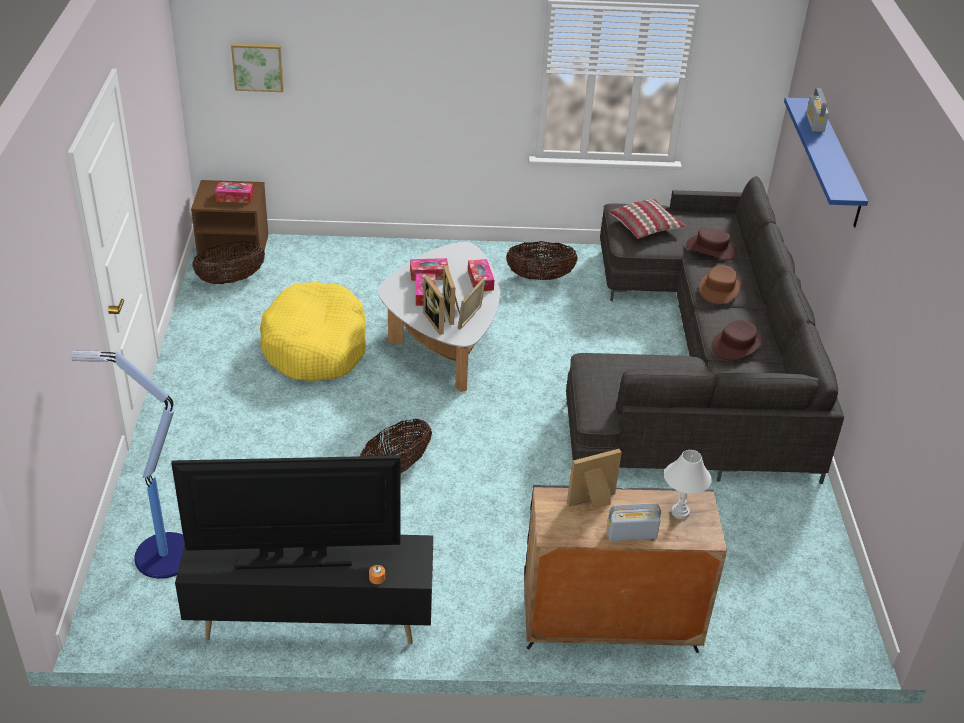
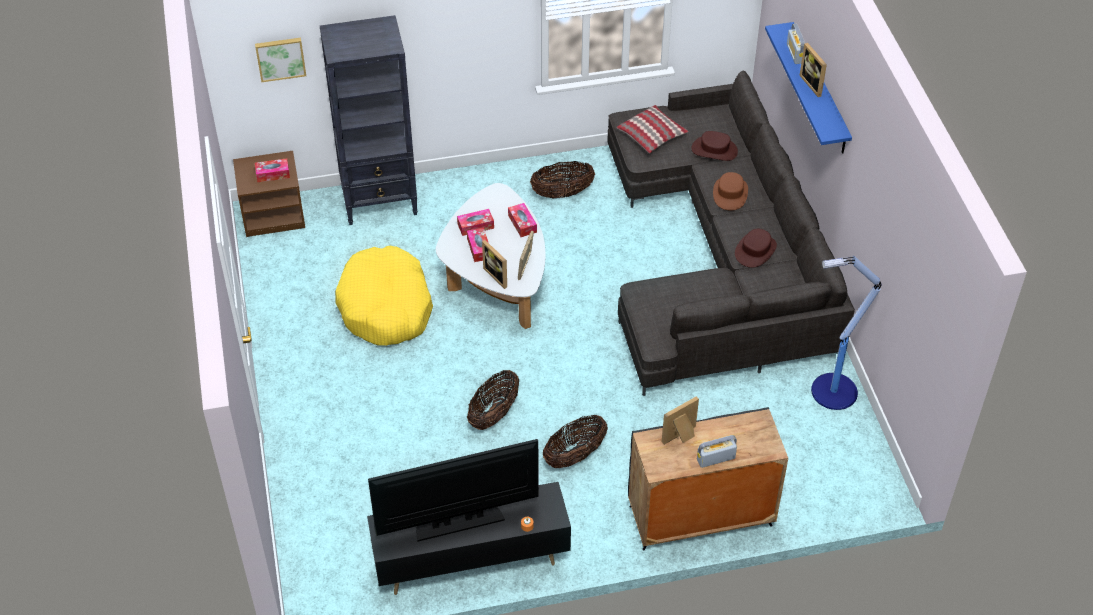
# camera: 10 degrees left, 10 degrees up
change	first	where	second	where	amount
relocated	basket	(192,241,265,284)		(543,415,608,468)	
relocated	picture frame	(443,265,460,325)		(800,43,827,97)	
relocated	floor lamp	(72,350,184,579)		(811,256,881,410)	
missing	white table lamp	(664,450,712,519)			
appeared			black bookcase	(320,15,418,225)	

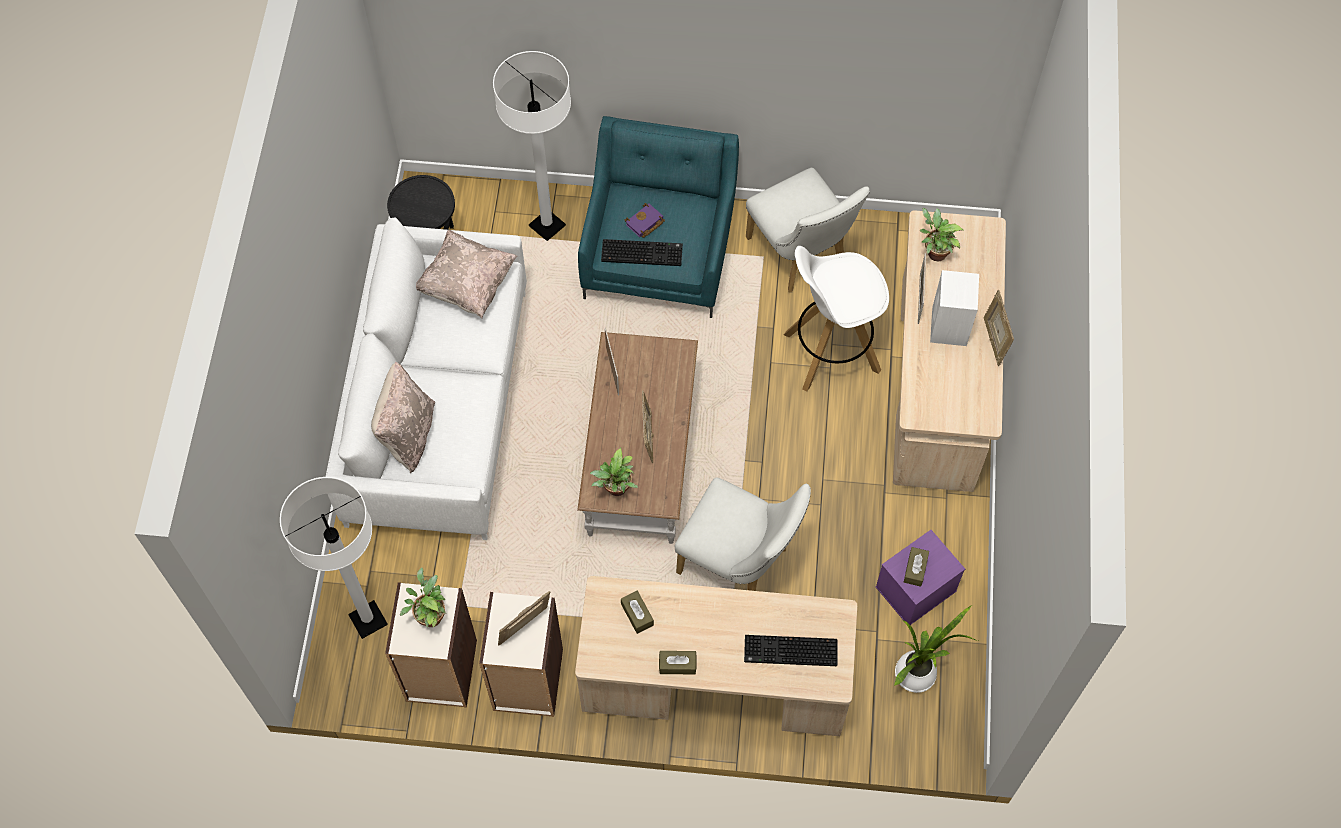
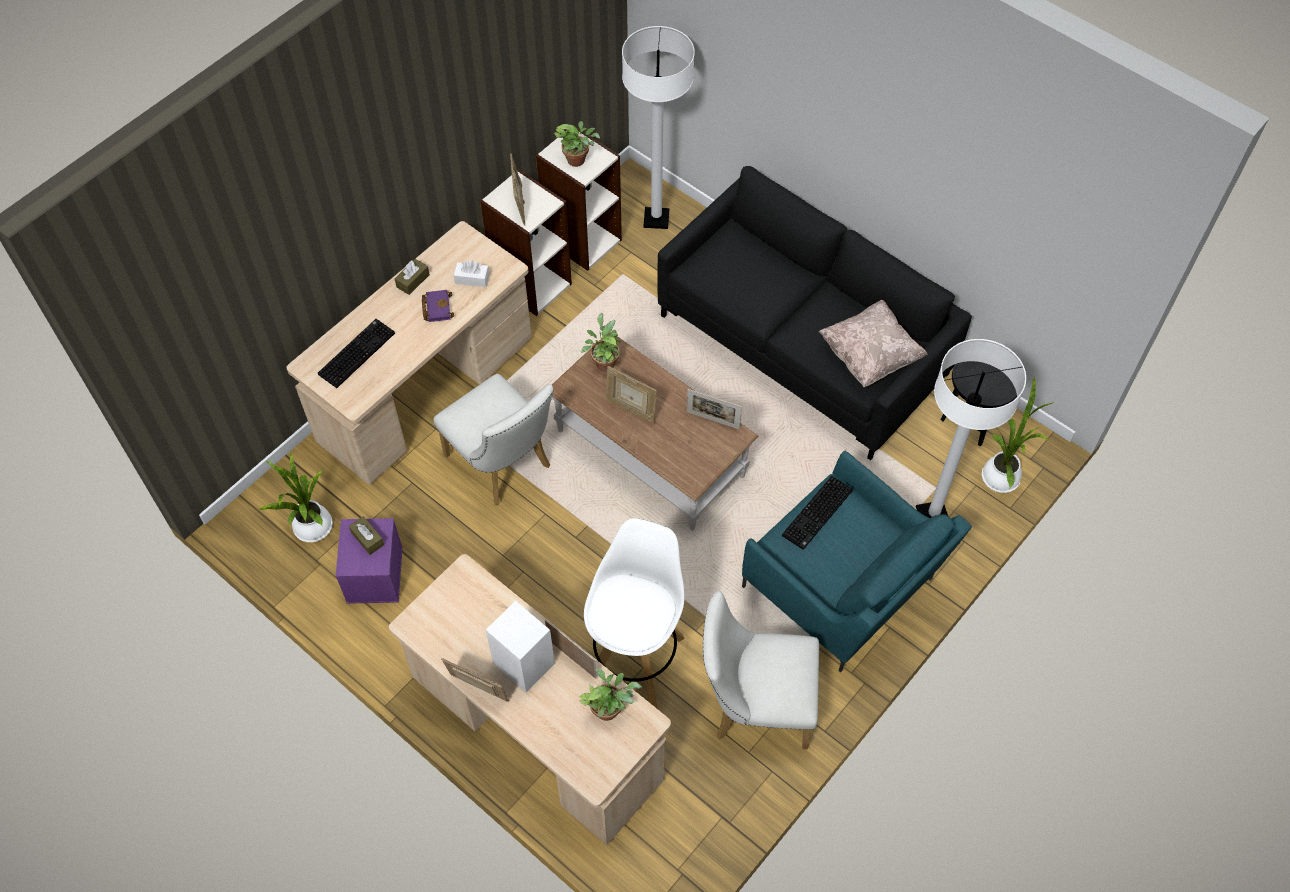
# camera: 125 degrees right, 5 degrees down
change	first	where	second	where	amount
relocated	purple book	(624,203,665,238)		(422,290,454,322)	
colour	white sofa	(326,217,527,540)	black sofa	(657,166,972,460)	
missing	beige pillow	(371,362,435,473)			
spun	white chair	(675,477,811,591)		(434,374,554,505)	105 degrees counterclockwise
colour	brown tissue box	(621,591,654,634)	white tissue box	(454,261,489,287)	
appeared			potted plant	(982,377,1054,493)	

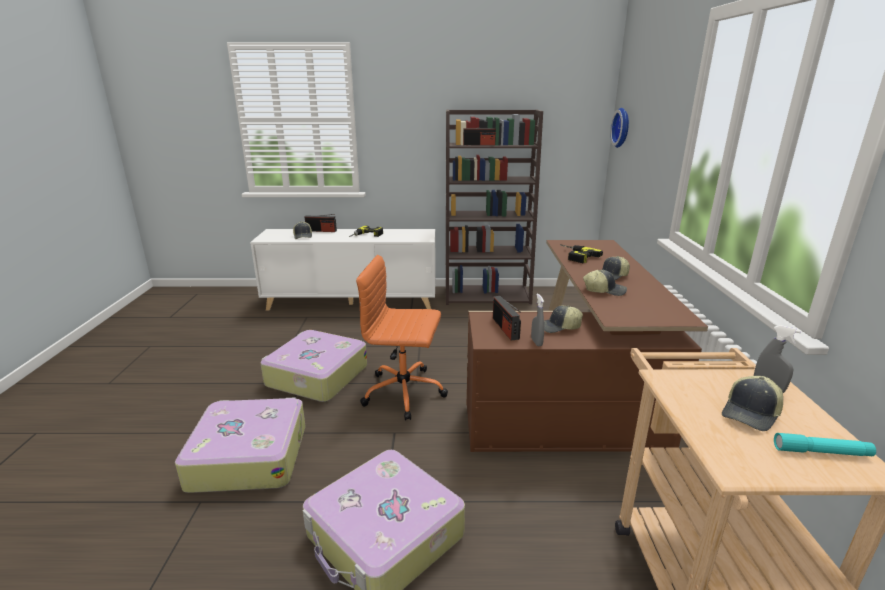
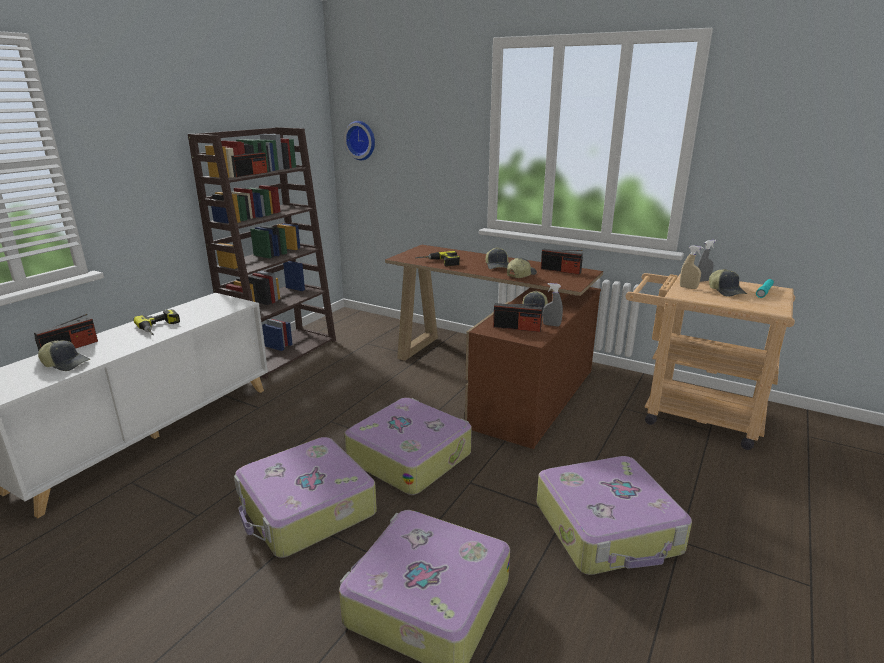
# camera: 60 degrees left, 0 degrees up
change	first	where	second	where	amount
exchanged	orange office chair	(356,255,448,421)	suitcase	(345,398,472,495)	
appeared			beige spray bottle	(680,245,703,289)	
appeared			radio	(541,249,583,274)	

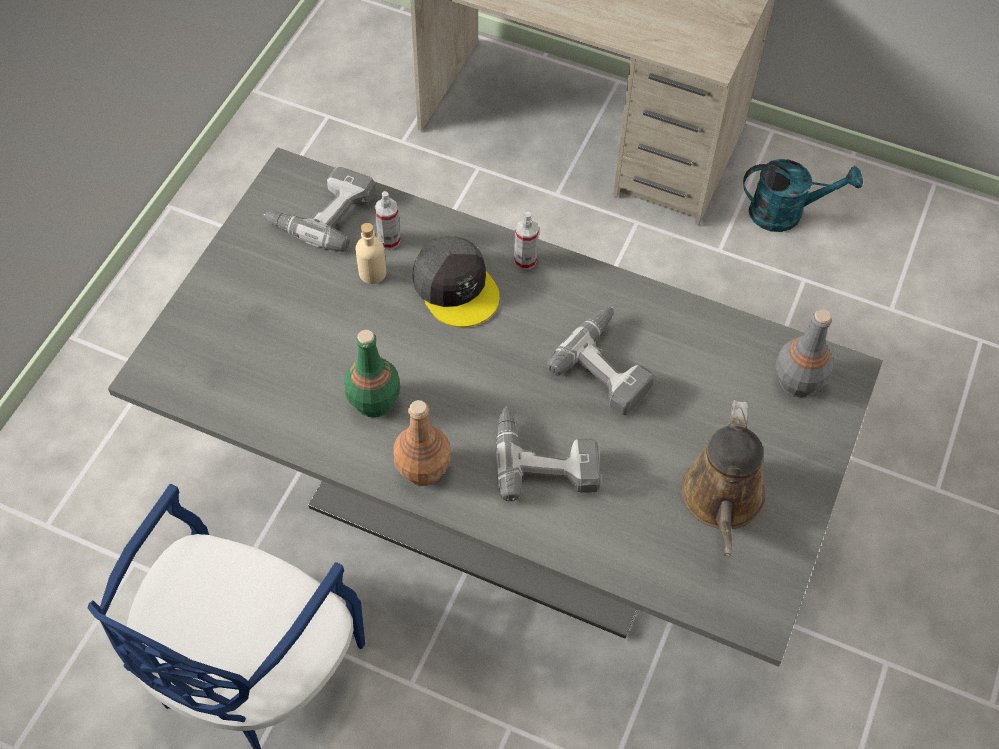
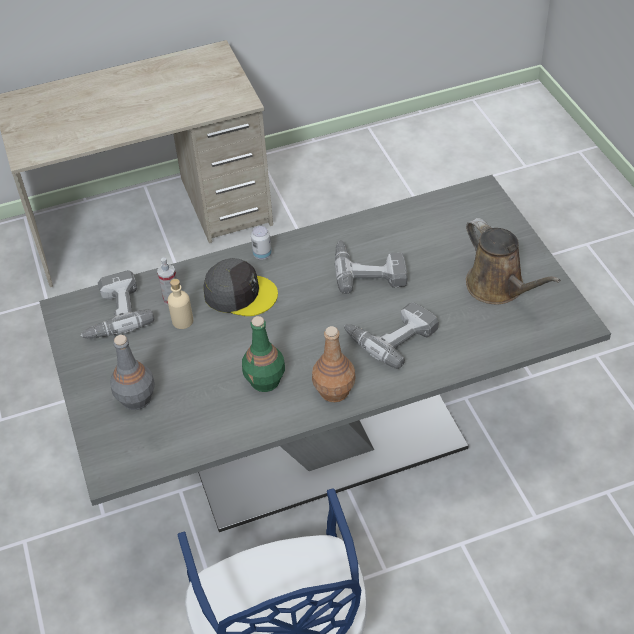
# camera: 40 degrees left, 10 degrees down
change	first	where	second	where	amount
missing	turquoise watering can	(743,159,863,232)			
exchanged	spray bottle	(514,212,539,270)	can	(251,226,272,260)	
relocated	grey bottle	(776,309,833,397)		(110,335,155,410)	

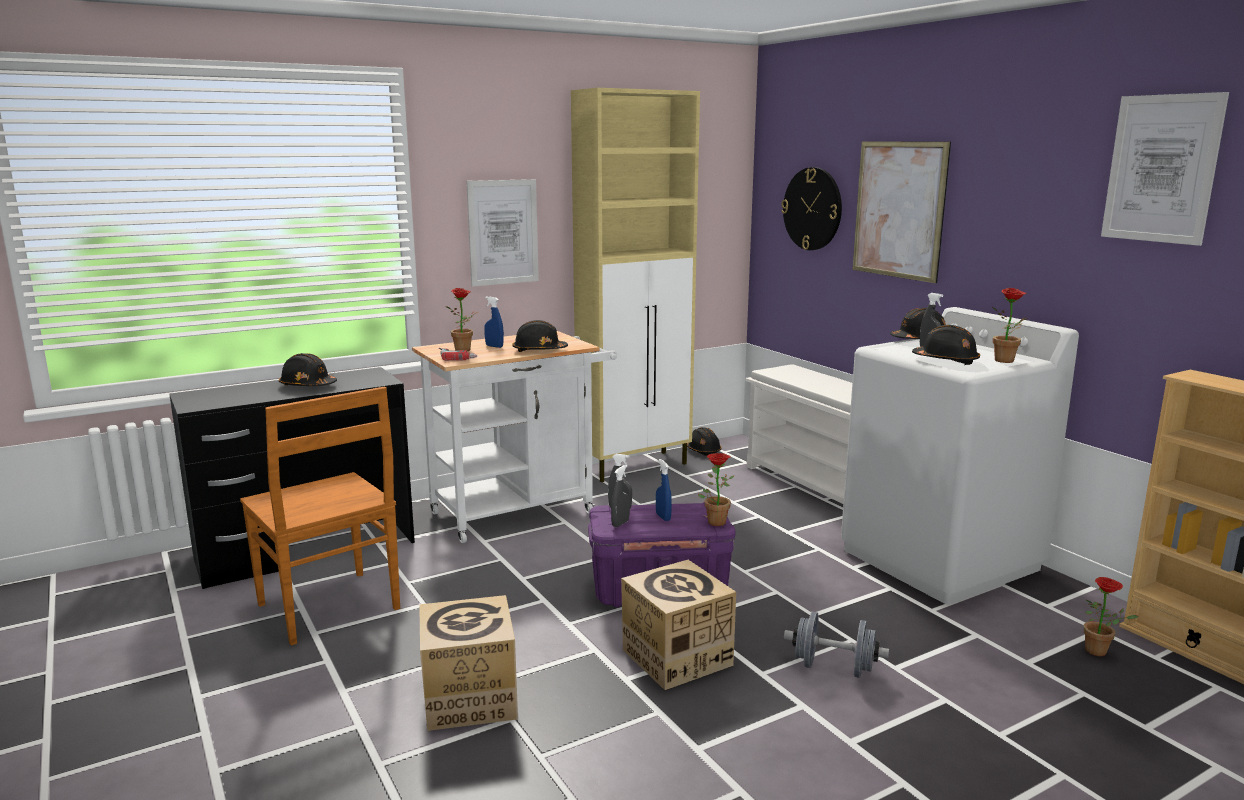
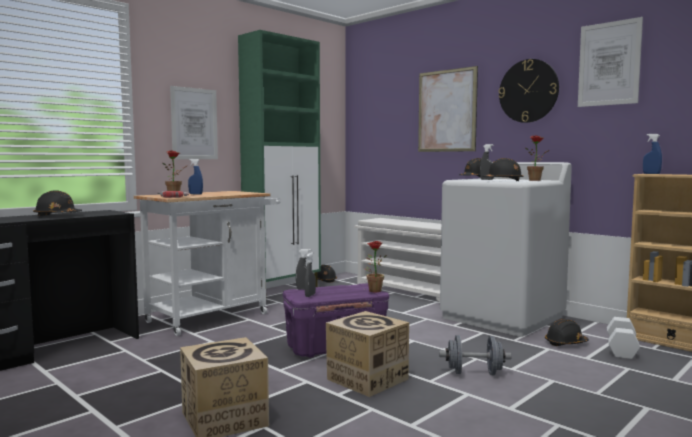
# camera: 15 degrees left, 10 degrees down
change	first	where	second	where	amount
colour	beige cabinet	(571,88,700,482)	green cabinet	(238,30,321,287)	
relocated	wall clock	(781,167,842,250)		(499,59,559,123)	
relocated	black hard hat	(512,320,568,352)		(545,319,589,346)	
missing	brown chair	(240,387,400,646)			
relocated	blue spray bottle	(656,459,672,521)		(643,134,662,174)	
exchanged	potted plant	(1084,577,1139,656)	white dumbbell	(607,317,640,359)	

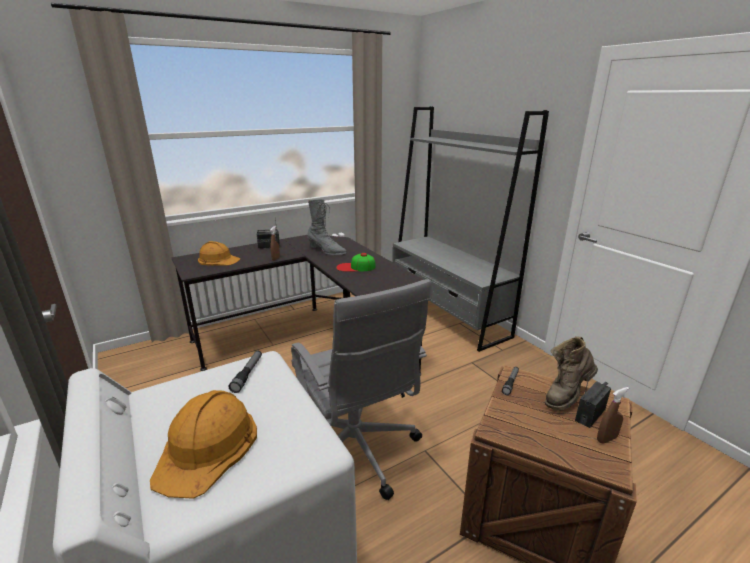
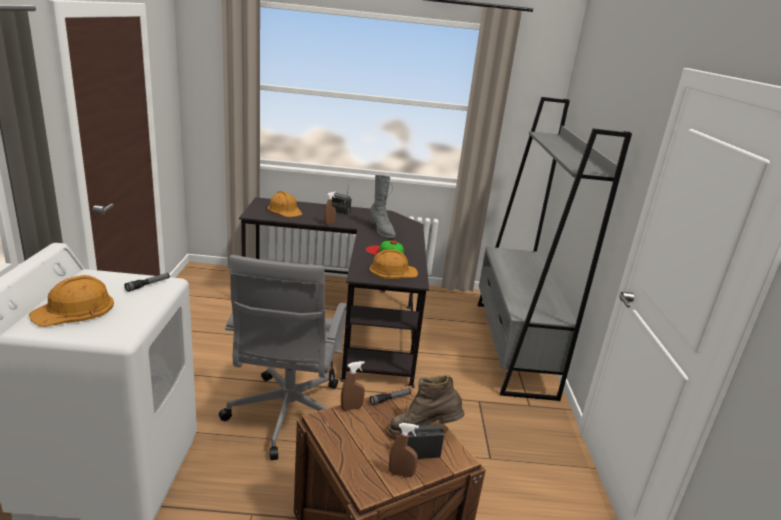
# camera: 30 degrees right, 0 degrees up
change	first	where	second	where	amount
appeared			orange hard hat	(369,250,418,279)	
appeared			brown spray bottle	(341,361,365,411)	

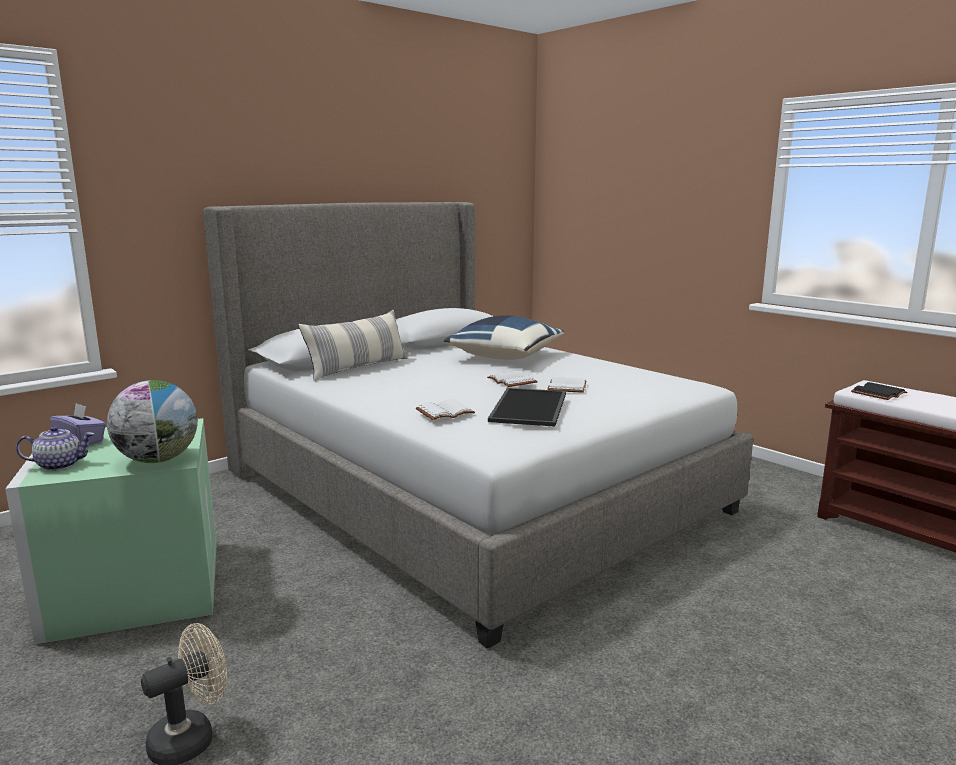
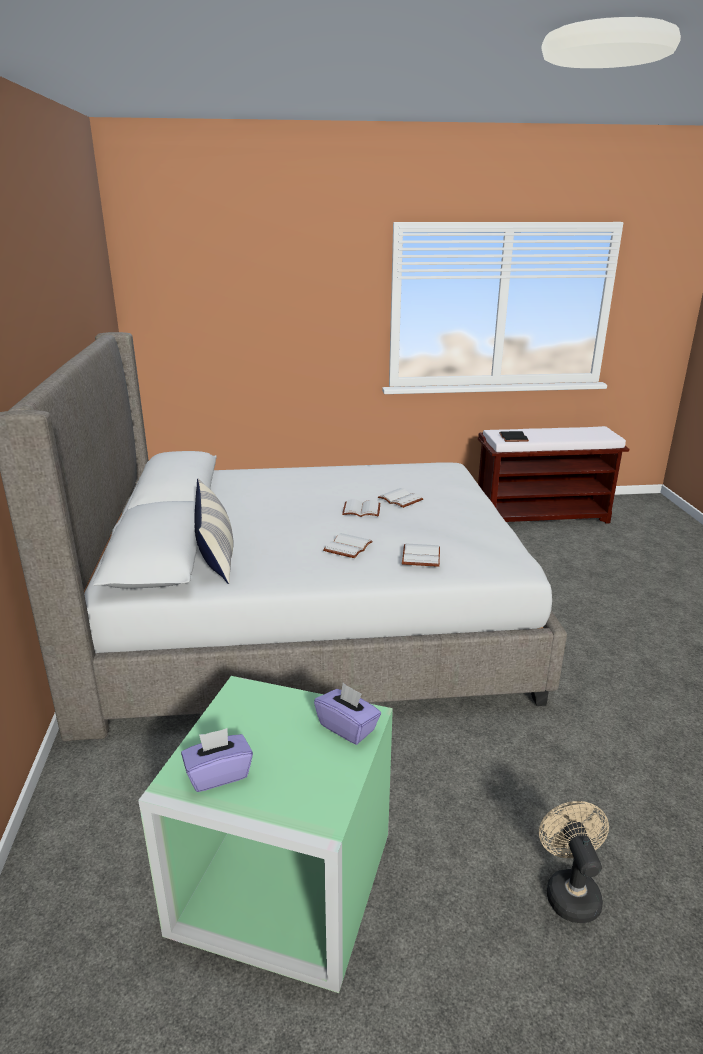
# camera: 55 degrees left, 10 degrees up
change	first	where	second	where	amount
missing	blue pillow	(444,315,564,360)			
exchanged	globe	(107,380,198,463)	purple tissue box	(314,683,381,745)	
missing	tray	(488,388,566,427)			
missing	teapot	(16,426,94,471)			
appeared			white book	(323,533,373,558)	

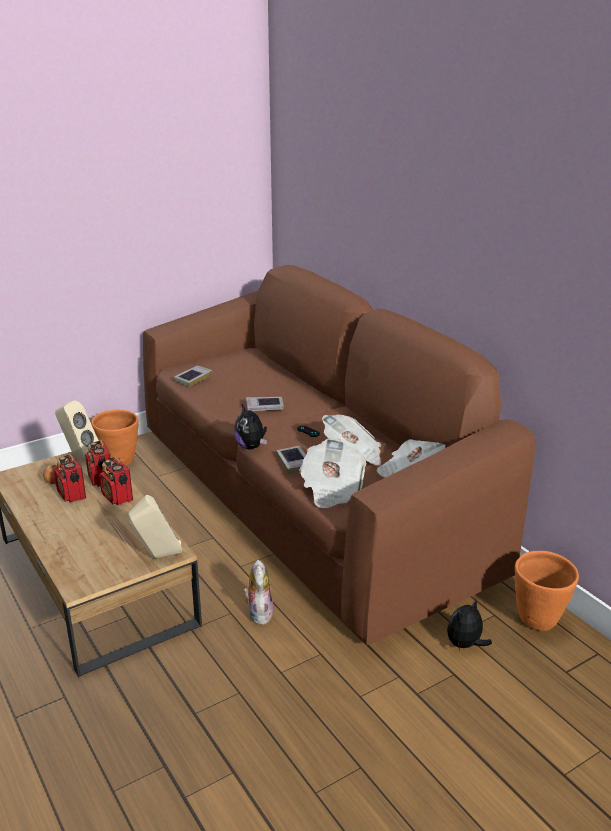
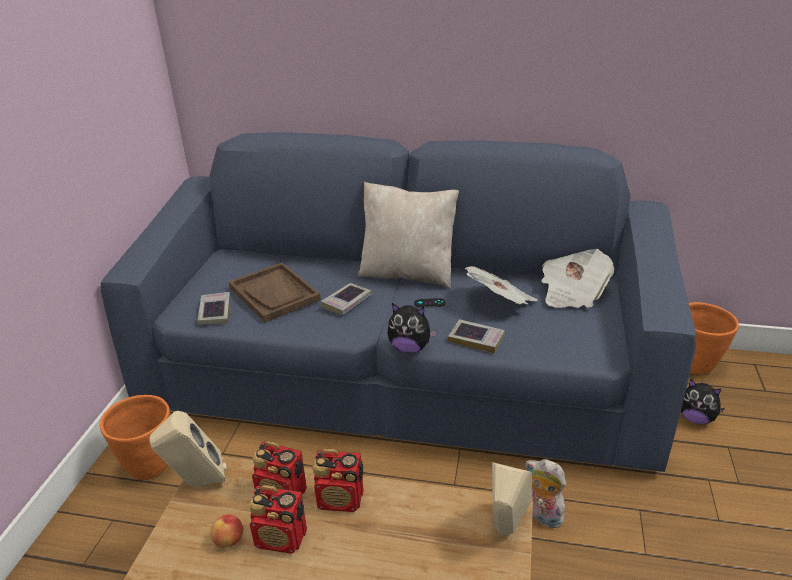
# camera: 45 degrees left, 5 degrees up
change	first	where	second	where	amount
colour	brown sofa	(143,265,536,645)	blue sofa	(101,132,696,472)	
missing	newspaper	(300,438,366,508)			
spun	plush toy	(447,599,492,650)		(681,379,725,424)	60 degrees counterclockwise
appeared			beige pillow	(358,182,459,288)	
appeared			brown tray	(229,263,321,323)	

